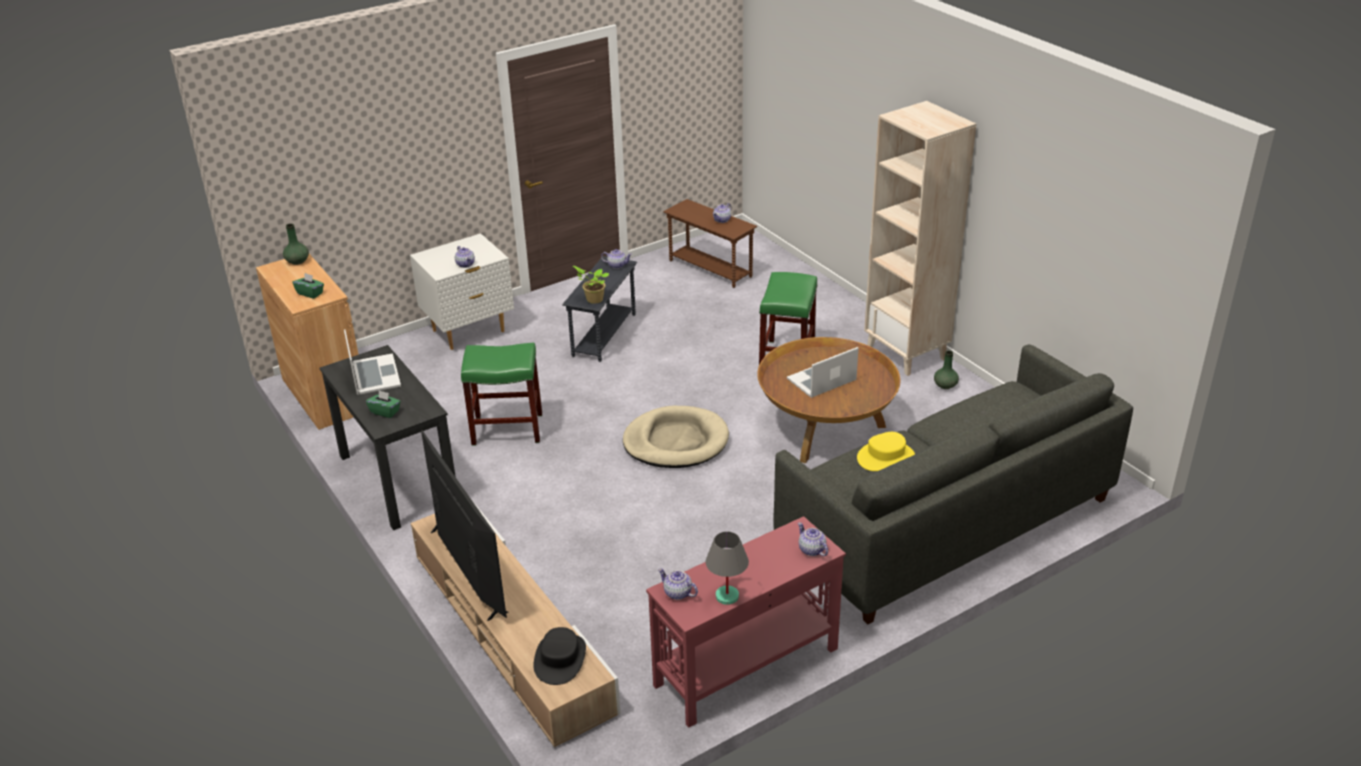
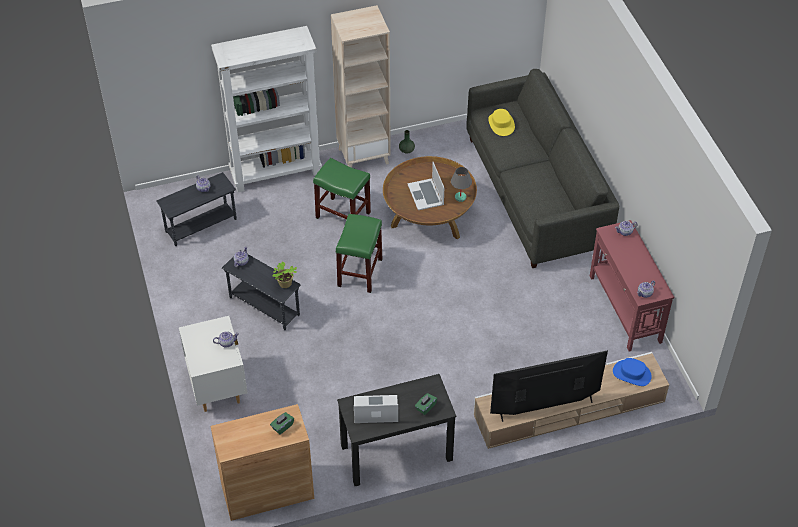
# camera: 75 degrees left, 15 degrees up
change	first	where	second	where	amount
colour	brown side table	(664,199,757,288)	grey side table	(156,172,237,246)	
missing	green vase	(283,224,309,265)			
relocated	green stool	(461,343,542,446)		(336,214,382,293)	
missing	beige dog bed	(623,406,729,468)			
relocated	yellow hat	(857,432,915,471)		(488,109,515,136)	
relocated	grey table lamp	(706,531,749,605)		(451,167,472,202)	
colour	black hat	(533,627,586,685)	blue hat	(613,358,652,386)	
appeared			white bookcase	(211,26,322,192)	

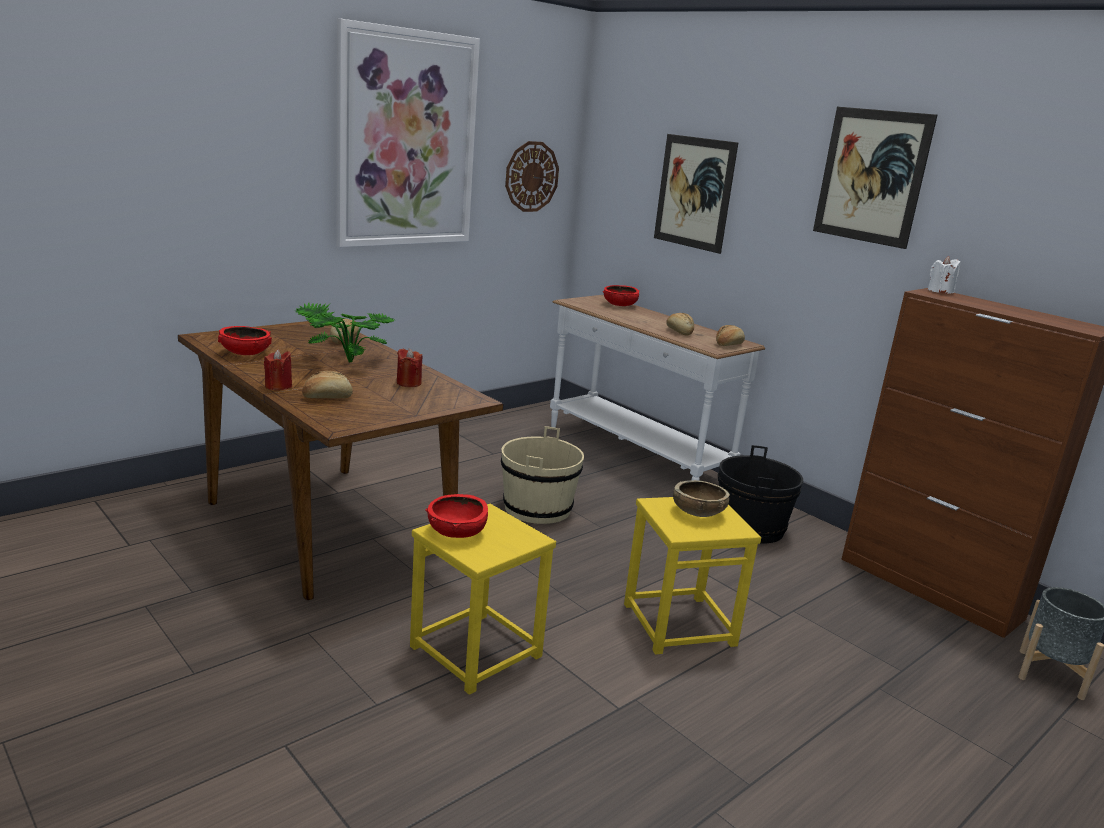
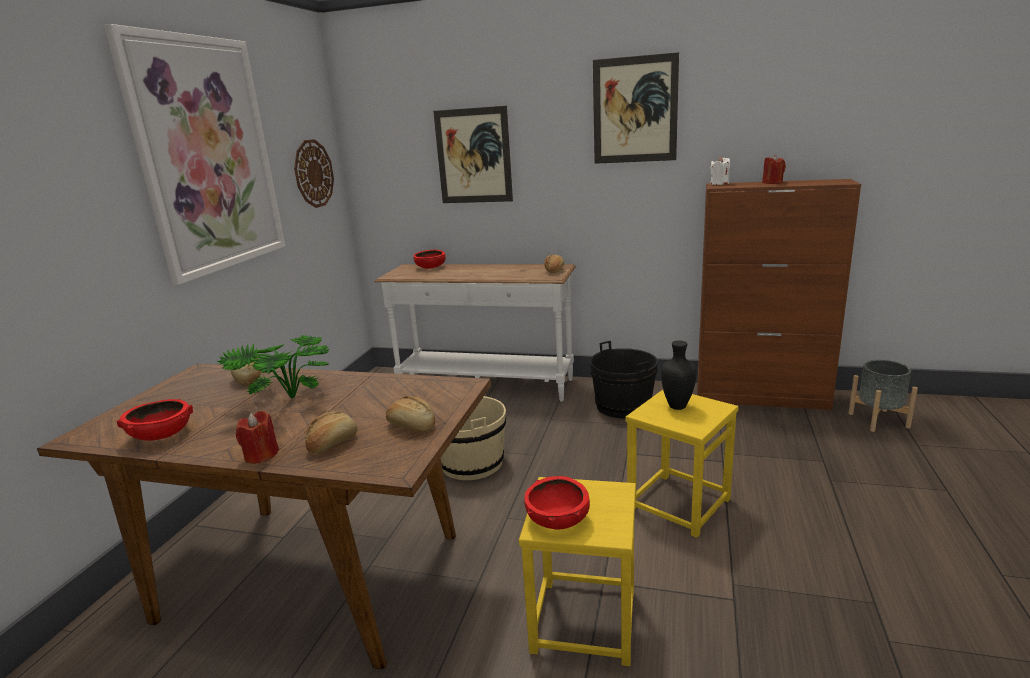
# camera: 30 degrees left, 0 degrees up
change	first	where	second	where	amount
relocated	bread	(666,313,694,336)		(386,396,435,433)	
relocated	red candle	(397,348,422,387)		(762,155,786,184)	
exchanged	brown bowl	(673,480,730,517)	black vase	(661,341,697,410)	

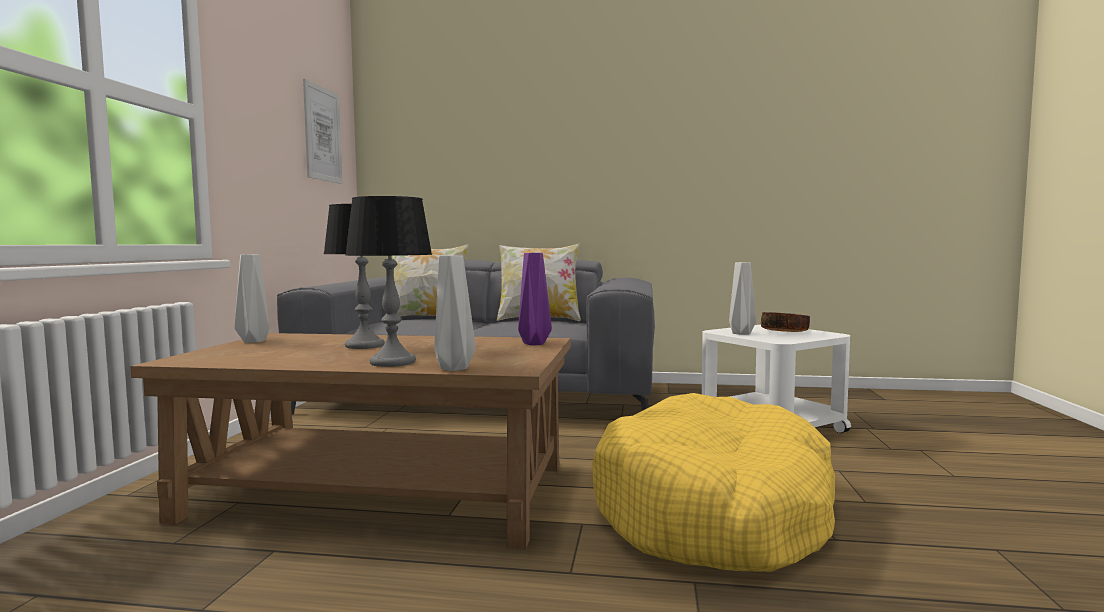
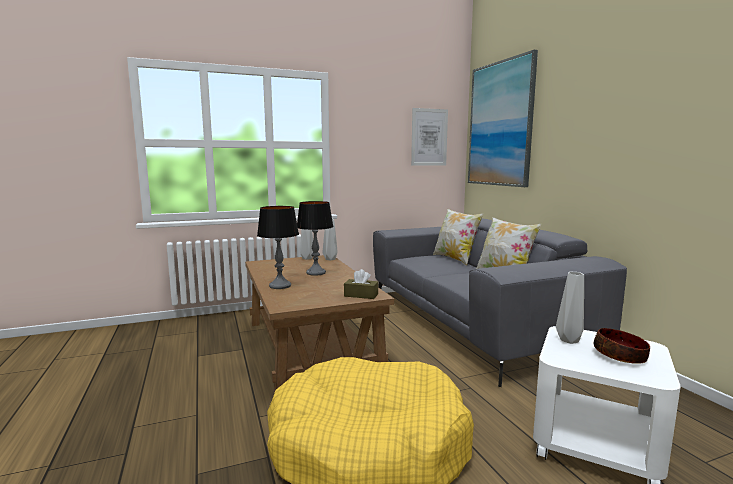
# camera: 60 degrees right, 5 degrees up
change	first	where	second	where	amount
exchanged	purple vase	(518,253,552,345)	brown tissue box	(344,269,378,299)	
relocated	grey vase	(434,255,476,371)		(323,219,338,260)	
appeared			picture	(468,50,538,187)	

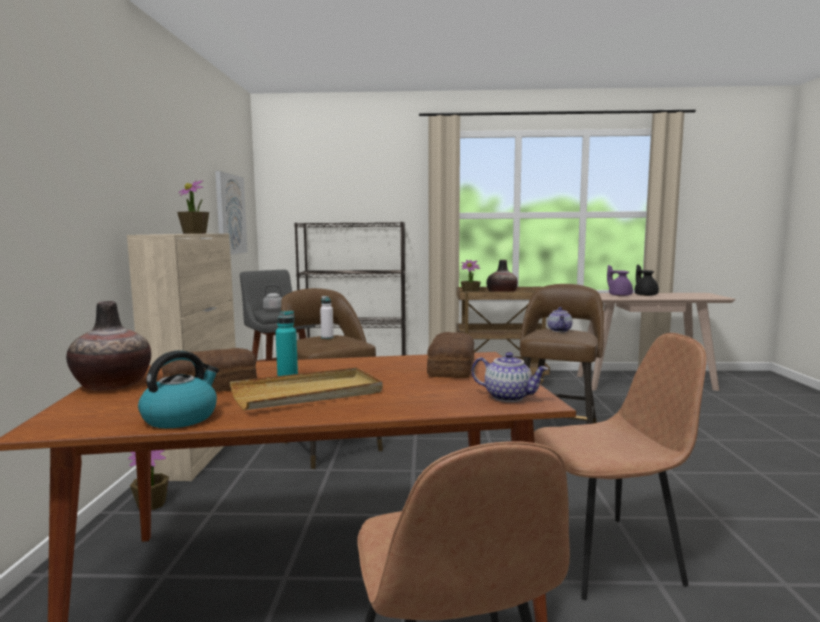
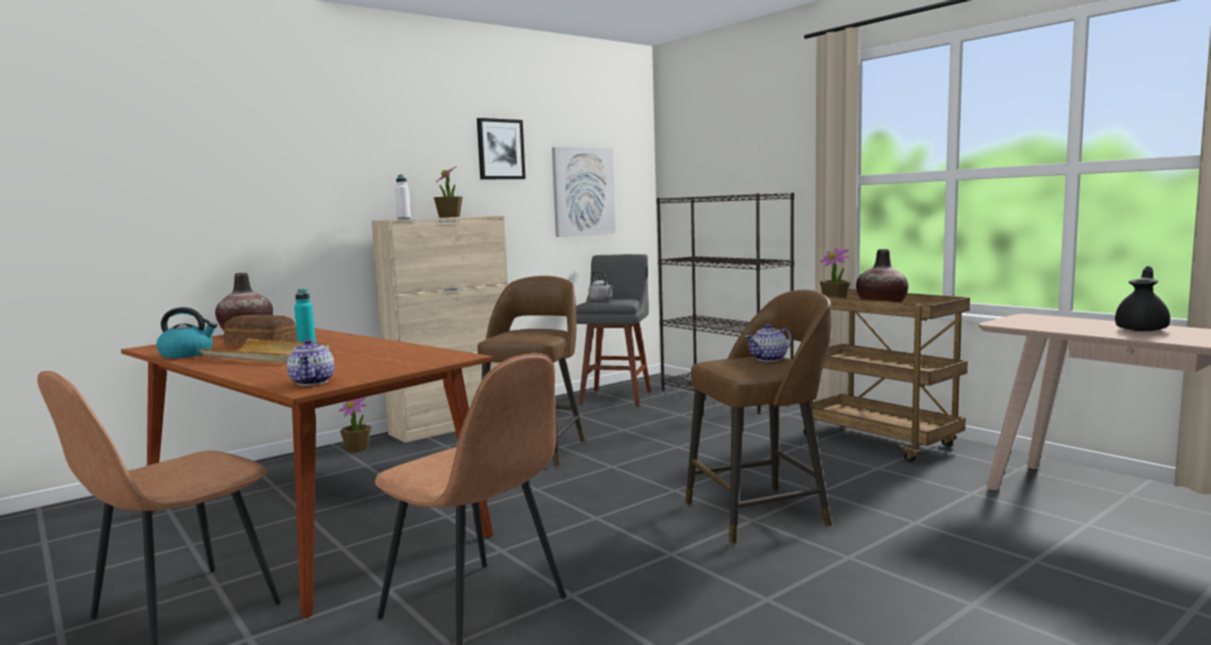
# camera: 50 degrees right, 0 degrees up
change	first	where	second	where	amount
missing	purple teapot	(607,265,633,296)			
relocated	white bottle	(320,296,334,339)		(395,175,411,219)	
missing	bread	(427,332,474,378)			
appeared			picture	(477,118,526,179)	

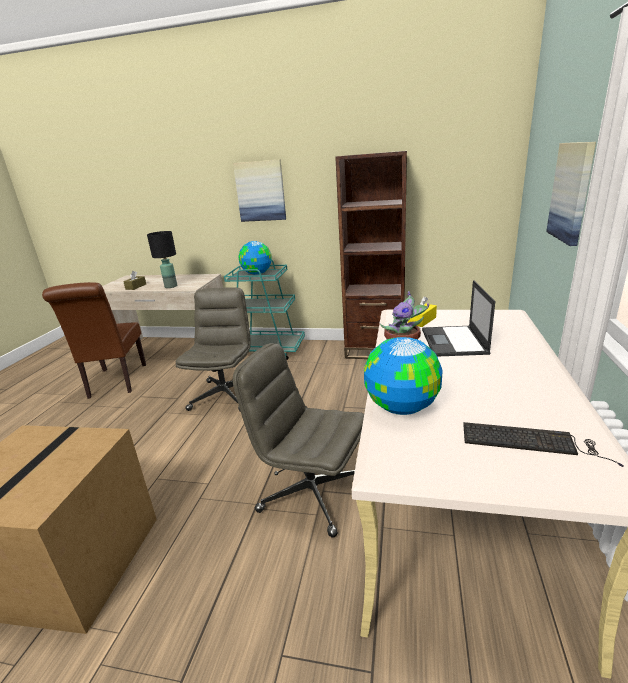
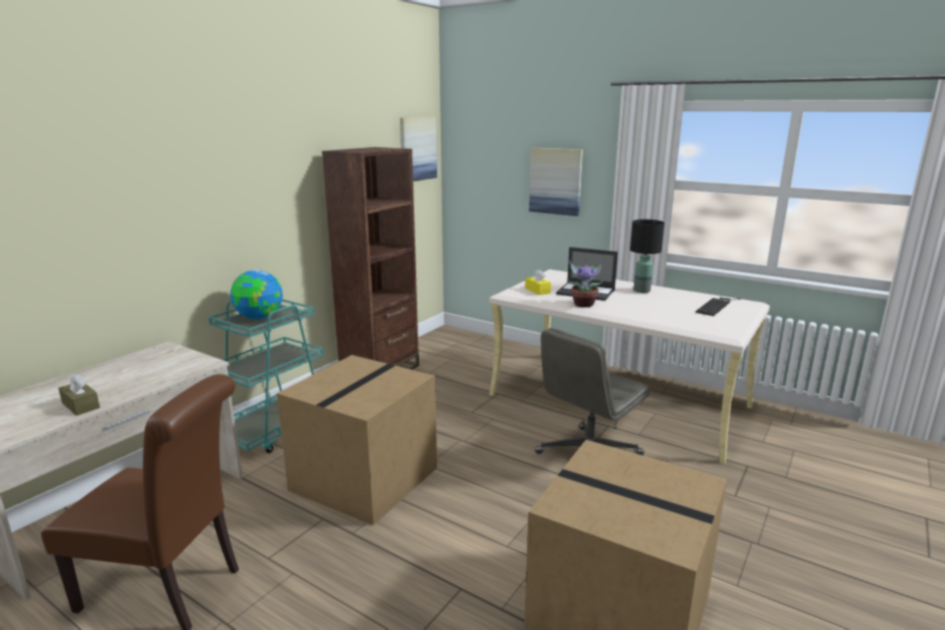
# camera: 70 degrees left, 5 degrees down
change	first	where	second	where	amount
relocated	picture	(233,159,286,222)		(400,117,437,181)	
relocated	black table lamp	(147,231,177,288)		(630,219,664,293)	
exchanged	grey office chair	(176,288,251,412)	cardboard box	(277,355,437,525)	
missing	globe	(364,337,443,415)			

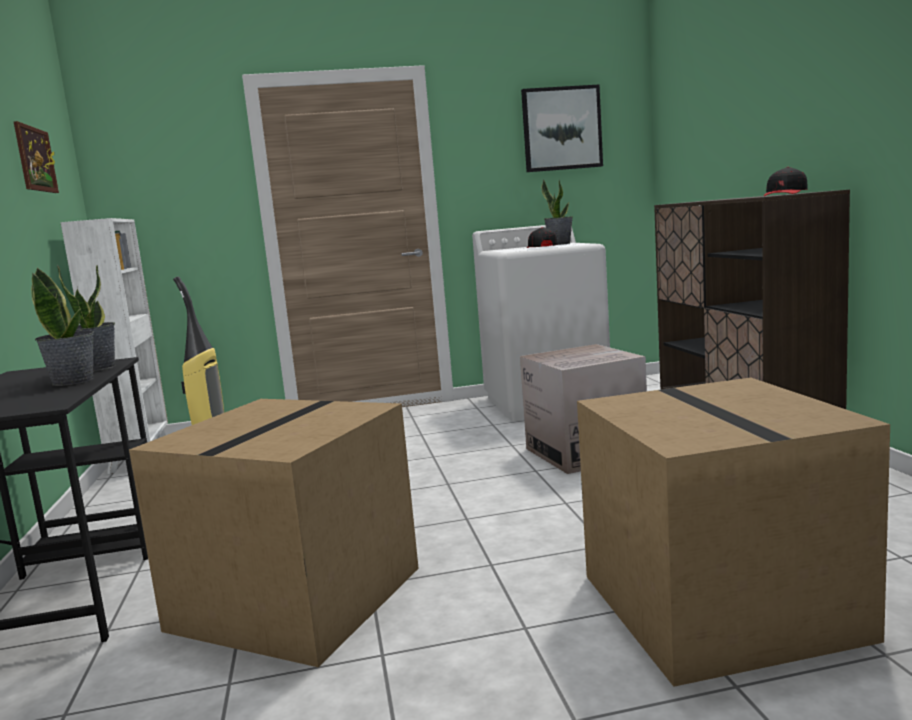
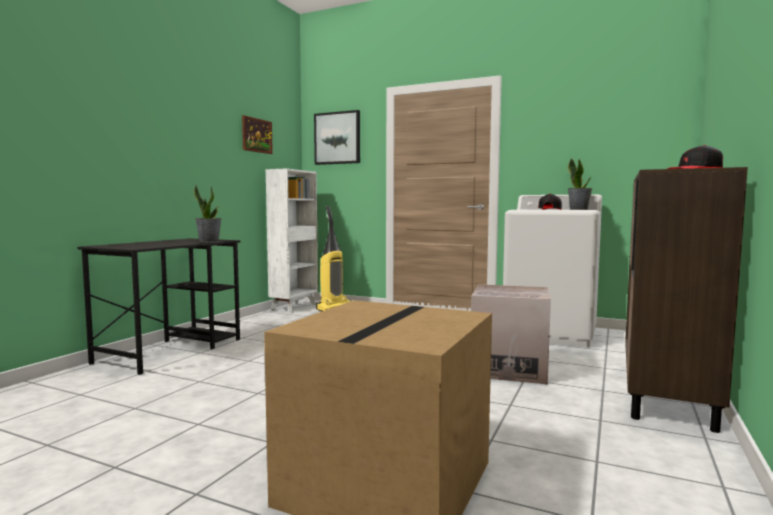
# camera: 35 degrees right, 5 degrees down
change	first	where	second	where	amount
relocated	picture	(521,85,603,172)		(314,110,360,165)	
missing	potted plant	(31,267,94,386)			
missing	cardboard box	(129,399,419,667)			

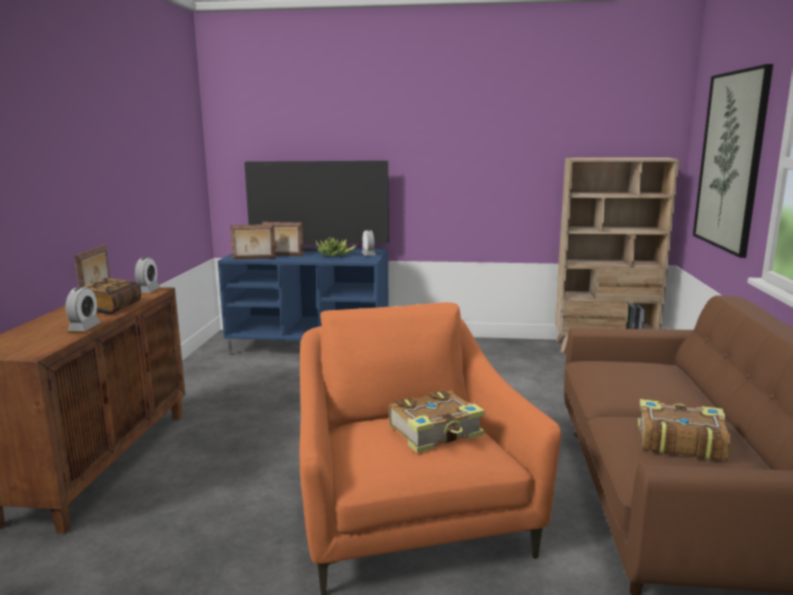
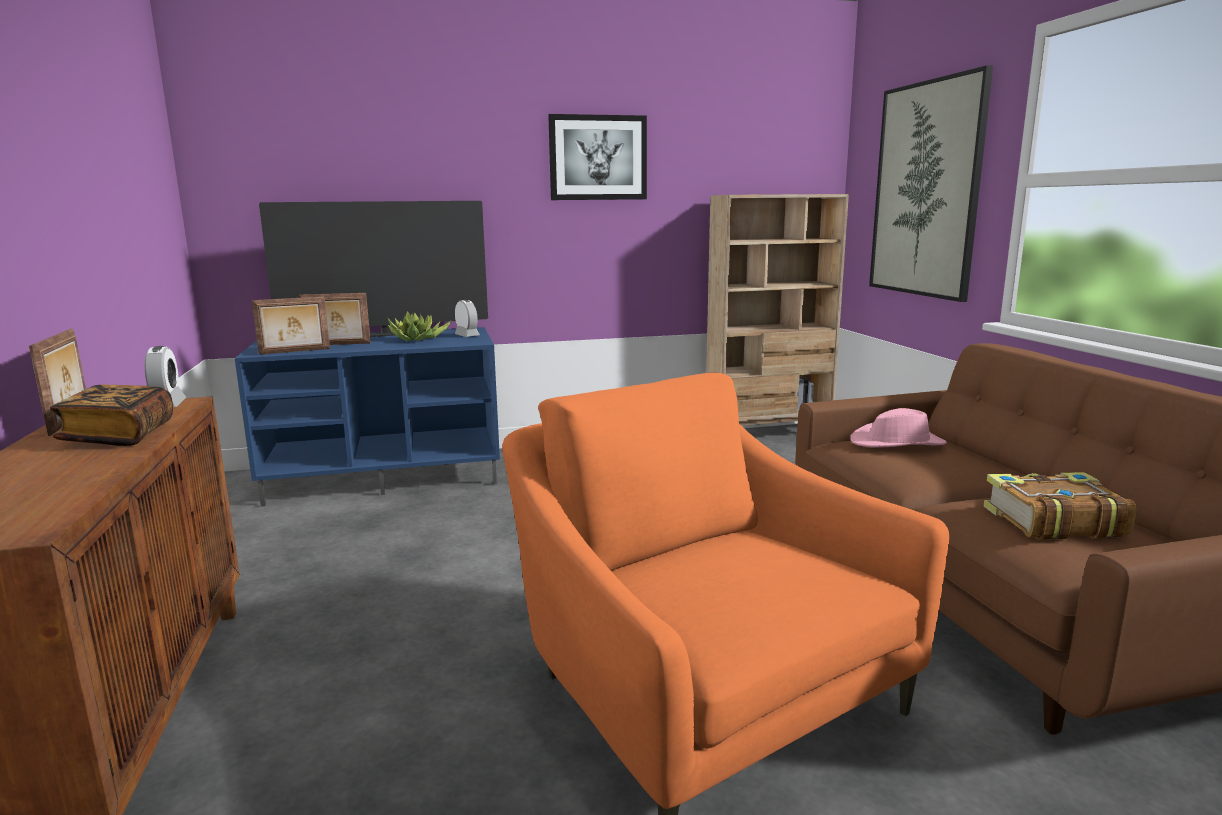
# camera: 20 degrees left, 0 degrees up
change	first	where	second	where	amount
missing	alarm clock	(66,287,101,331)			
missing	book	(389,390,485,453)			
appeared			picture	(548,114,647,200)	
appeared			pink hat	(850,408,947,448)	

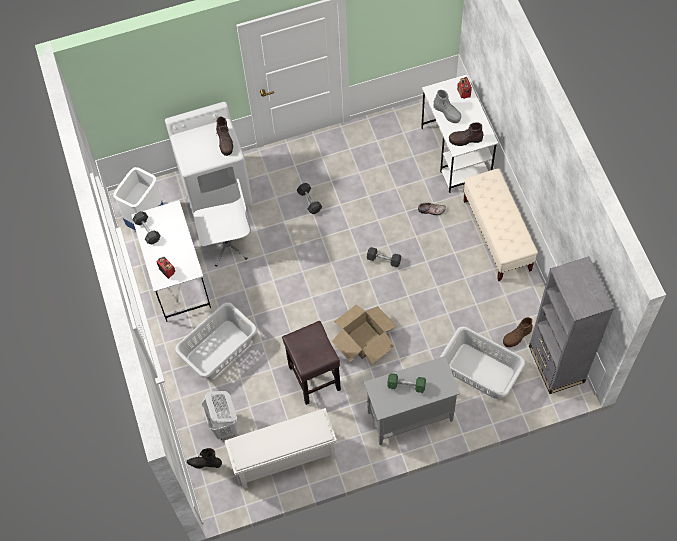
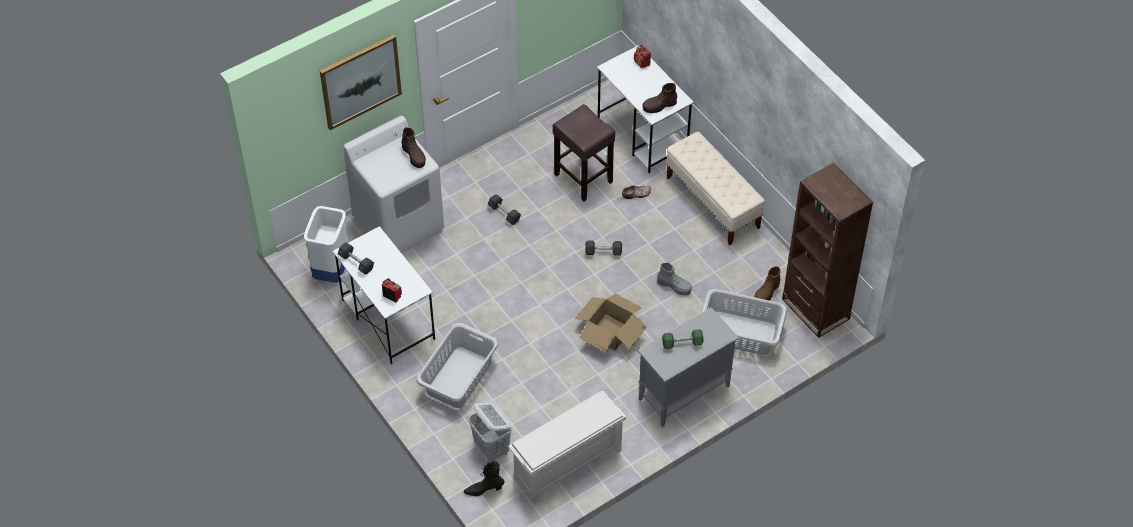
# camera: 20 degrees left, 10 degrees down
change	first	where	second	where	amount
relocated	grey boot	(434,90,461,123)		(657,263,692,295)	
missing	white office chair	(193,179,251,267)			
colour	grey bookcase	(529,256,614,394)	brown bookcase	(782,163,873,338)	
relocated	brown stool	(282,321,341,405)		(553,104,615,201)	
appeared			picture	(320,35,402,130)	

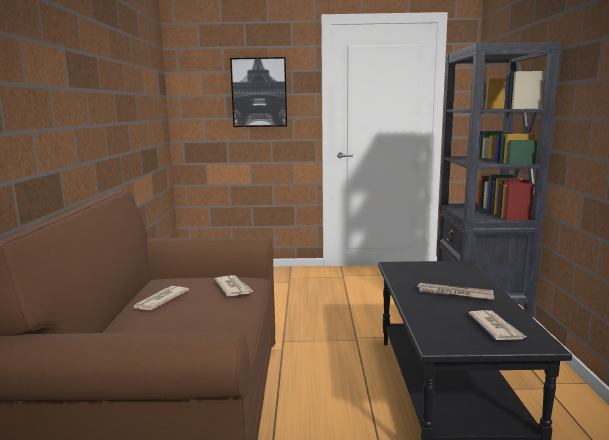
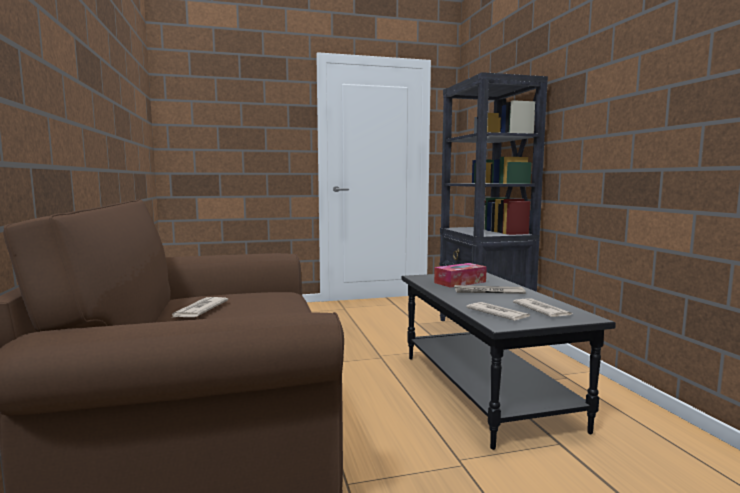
# camera: 15 degrees left, 5 degrees down
change	first	where	second	where	amount
missing	picture	(230,57,287,127)			
relocated	newspaper	(214,275,253,296)		(466,302,530,321)	
appeared			tissue box	(434,263,487,288)	

